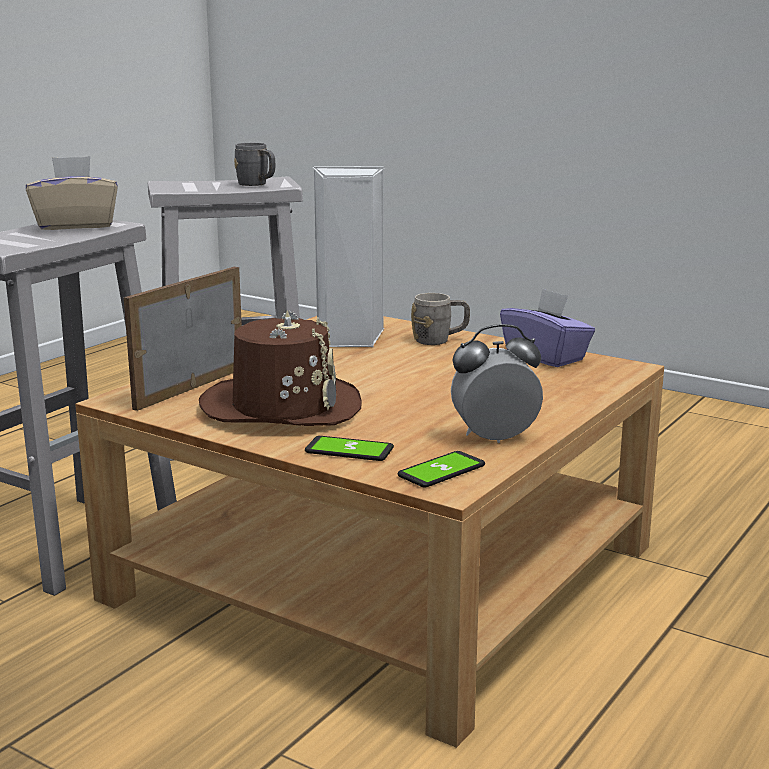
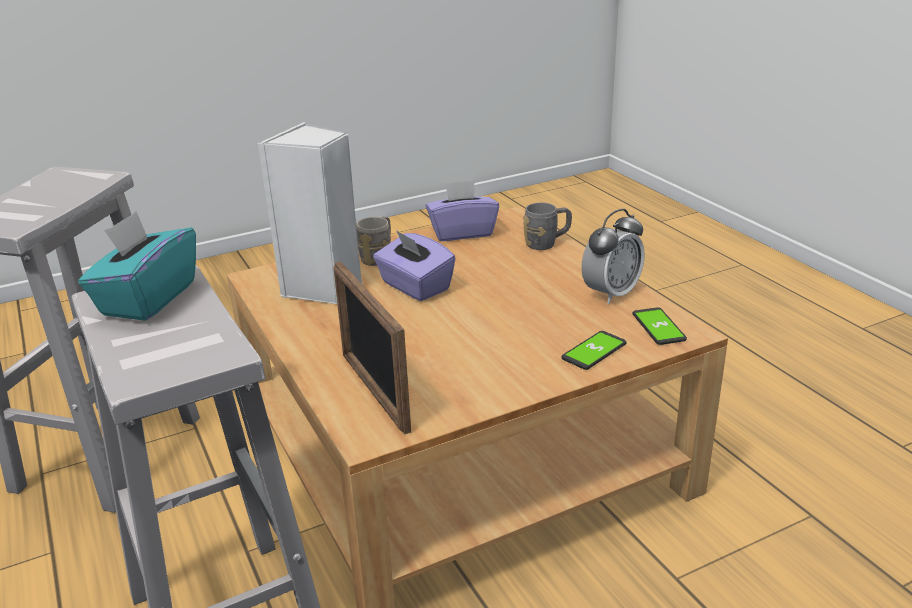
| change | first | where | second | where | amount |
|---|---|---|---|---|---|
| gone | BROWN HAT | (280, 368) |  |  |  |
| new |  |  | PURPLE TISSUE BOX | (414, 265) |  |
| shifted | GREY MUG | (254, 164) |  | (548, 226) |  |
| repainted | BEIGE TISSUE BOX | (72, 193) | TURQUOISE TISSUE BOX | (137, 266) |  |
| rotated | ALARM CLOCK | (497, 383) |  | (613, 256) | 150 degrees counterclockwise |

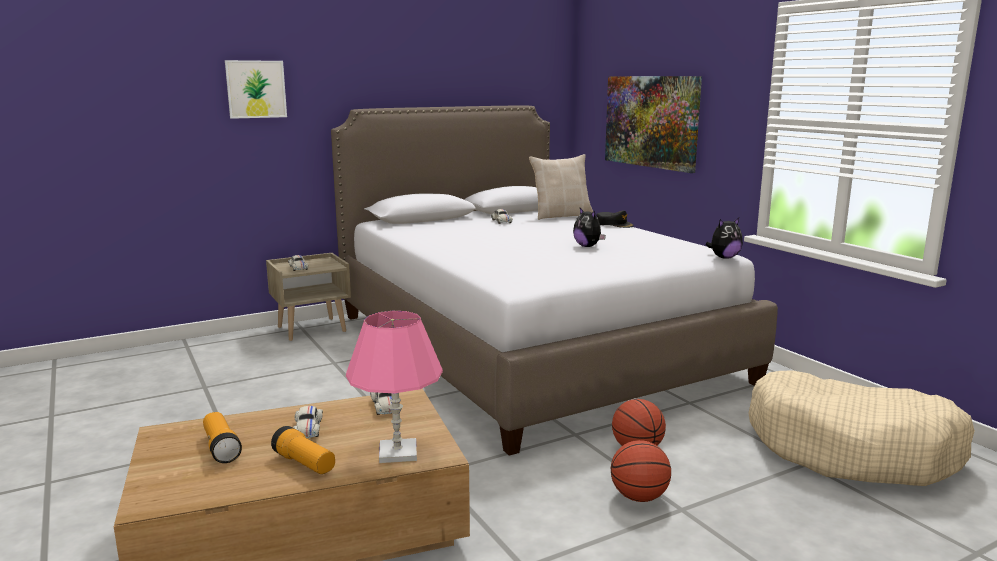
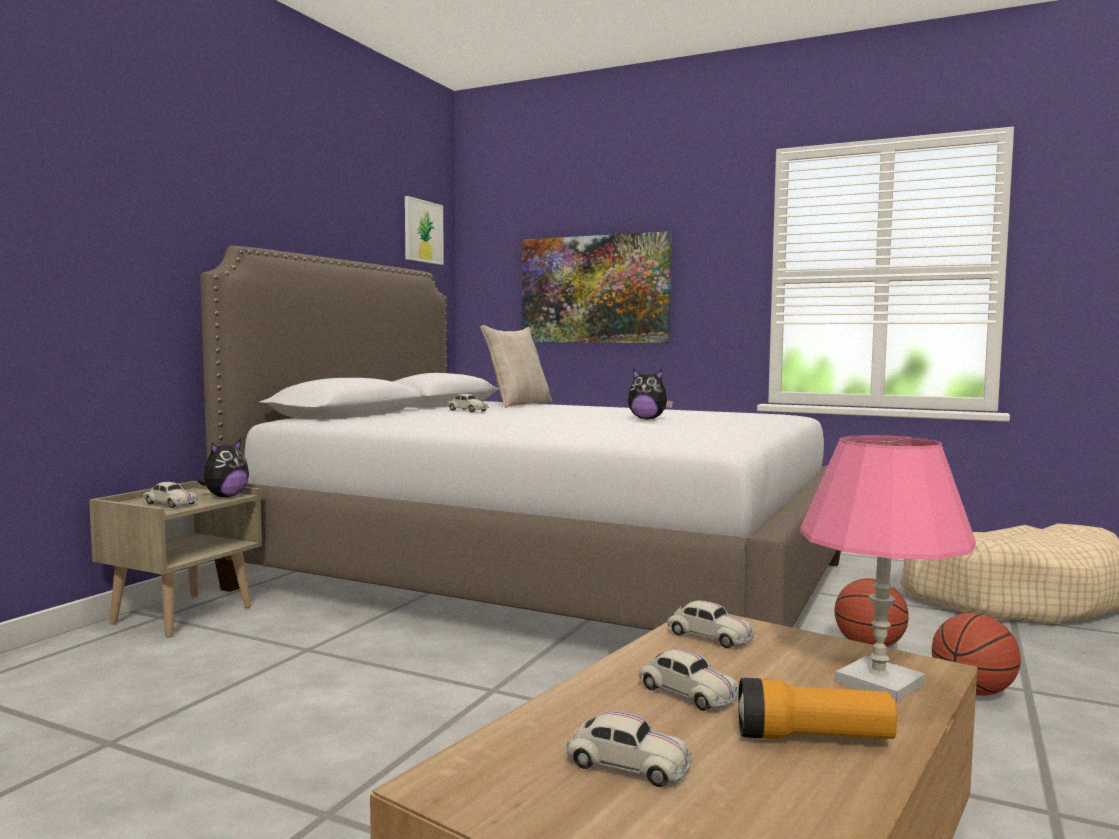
| change | first | where | second | where | amount |
|---|---|---|---|---|---|
| gone | BLACK CAP | (615, 219) |  |  |  |
| shifted | PICTURE | (256, 89) |  | (424, 230) |  |
| shifted | PLUSH TOY | (724, 238) |  | (223, 468) |  |
| swapped | FLASHLIGHT | (222, 437) | WHITE TOY CAR | (629, 749) |  |

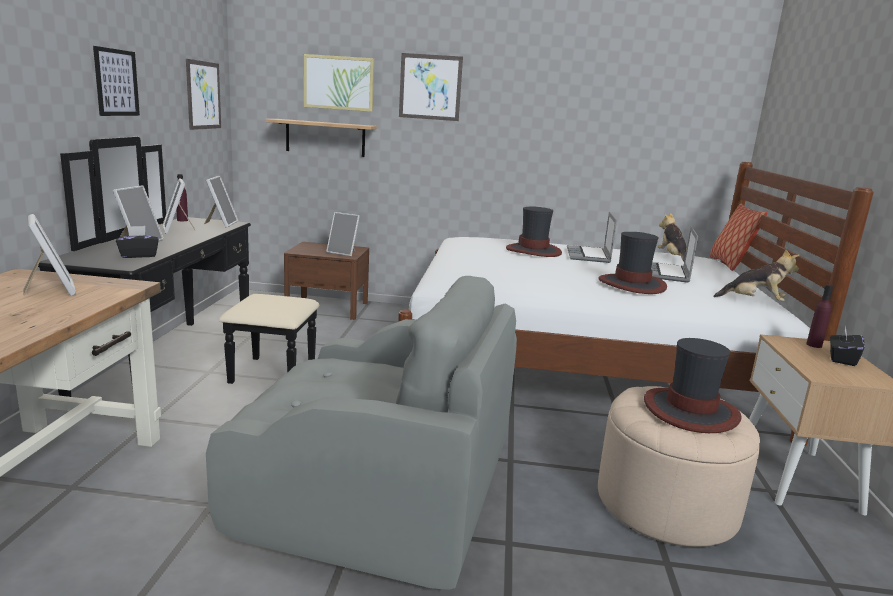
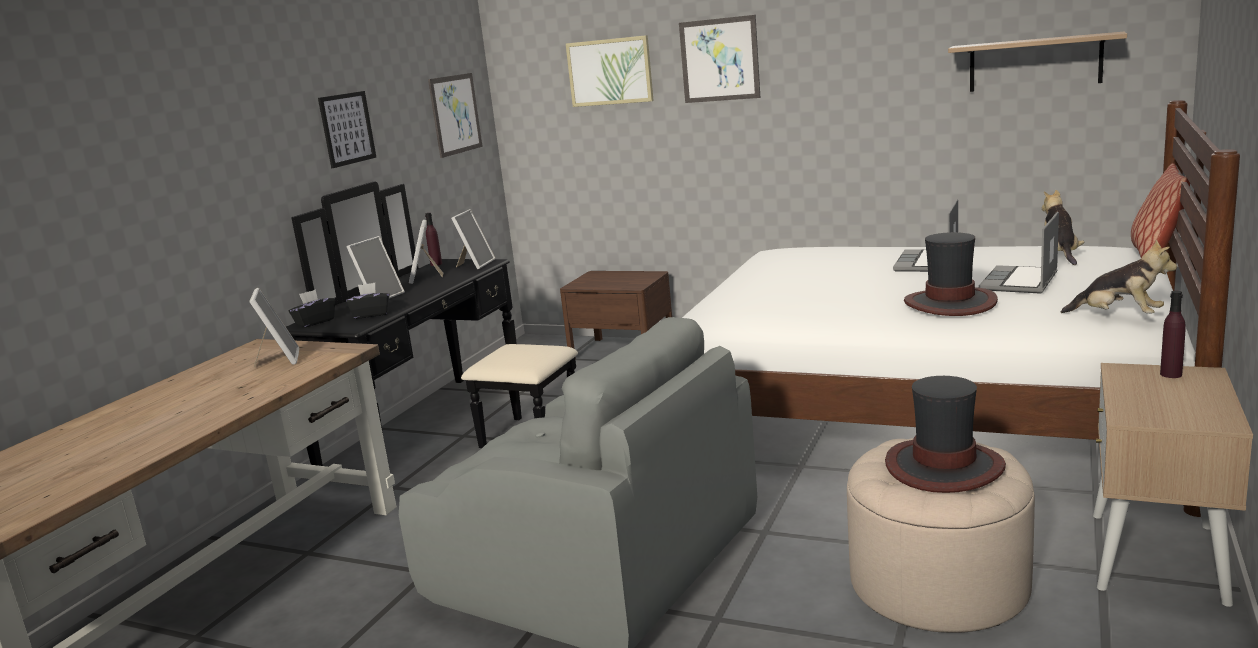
| change | first | where | second | where | amount |
|---|---|---|---|---|---|
| gone | PICTURE FRAME | (343, 234) |  |  |  |
| gone | HAT | (534, 231) |  |  |  |
| shifted | SHELF | (321, 138) |  | (1037, 62) |  |
| shifted | BLACK TISSUE BOX | (847, 345) |  | (312, 308) |  |

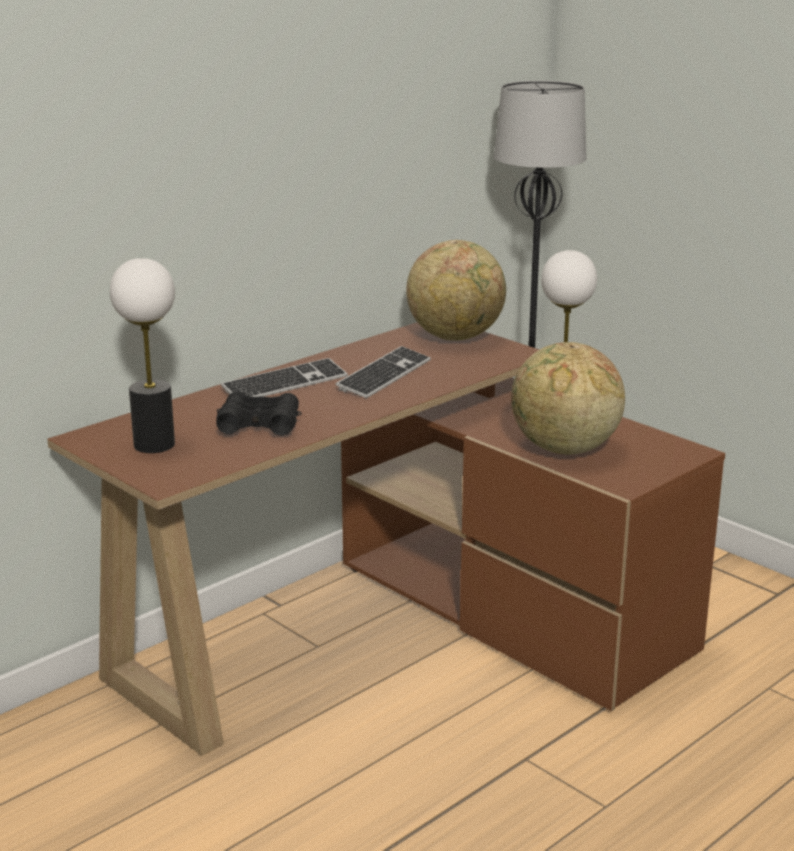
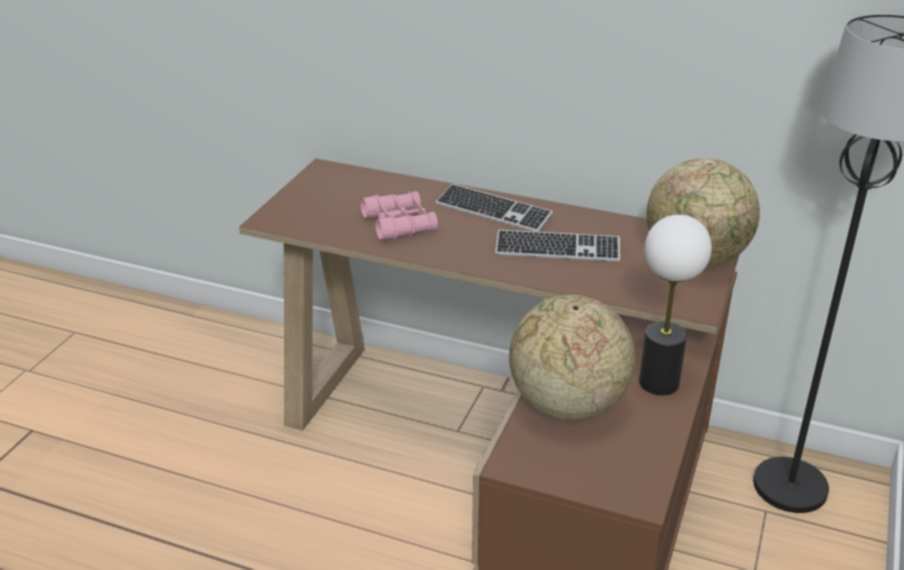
| change | first | where | second | where | amount |
|---|---|---|---|---|---|
| gone | TABLE LAMP | (142, 355) |  |  |  |
| repainted | BLACK BINOCULARS | (259, 413) | PINK BINOCULARS | (399, 215) |  |

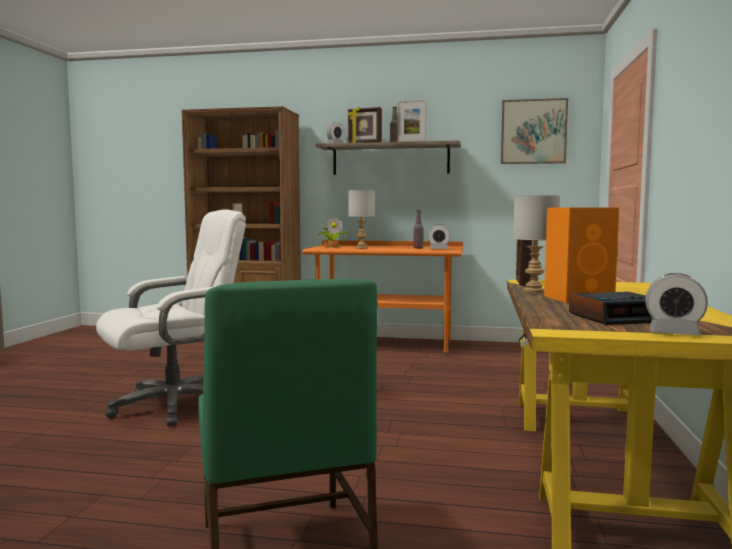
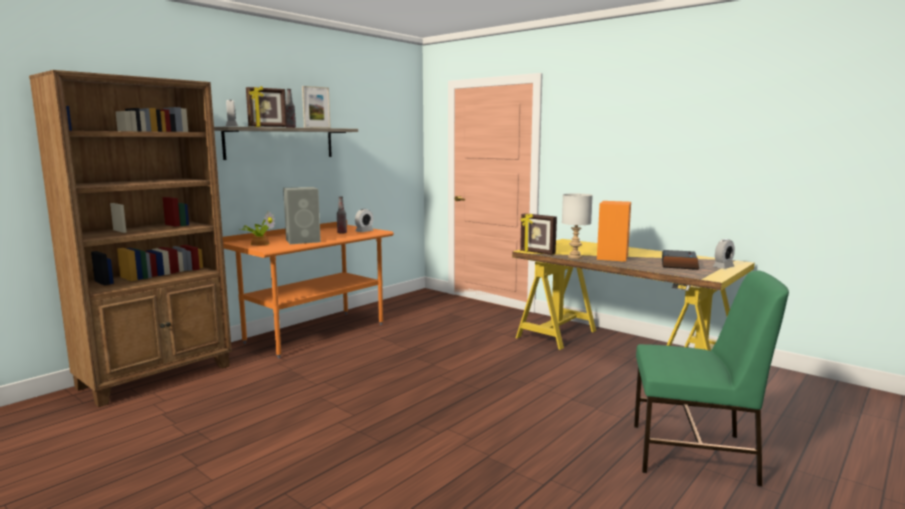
| change | first | where | second | where | amount |
|---|---|---|---|---|---|
| gone | WHITE OFFICE CHAIR | (171, 317) |  |  |  |
| gone | PICTURE | (534, 131) |  |  |  |
| swapped | GREY TABLE LAMP | (361, 219) | GREY SPEAKER | (302, 215) |  |

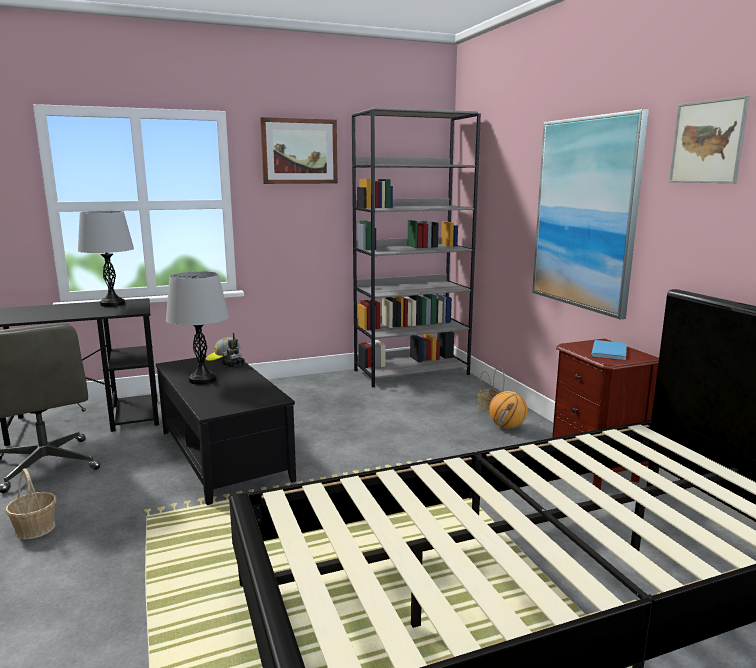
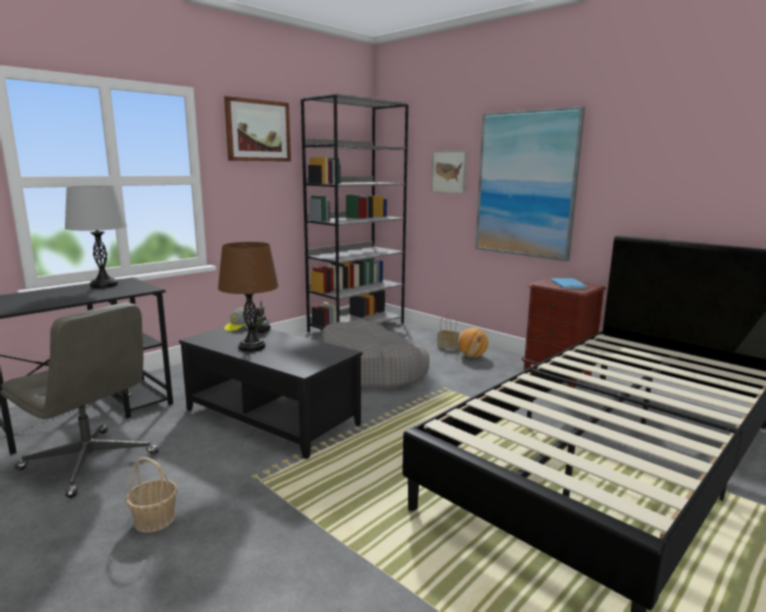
| change | first | where | second | where | amount |
|---|---|---|---|---|---|
| new |  |  | GREY DOG BED | (376, 353) |  |
| shifted | PICTURE | (709, 139) |  | (449, 172) |  |
| repainted | GREY TABLE LAMP | (197, 328) | BROWN TABLE LAMP | (248, 297) |  |

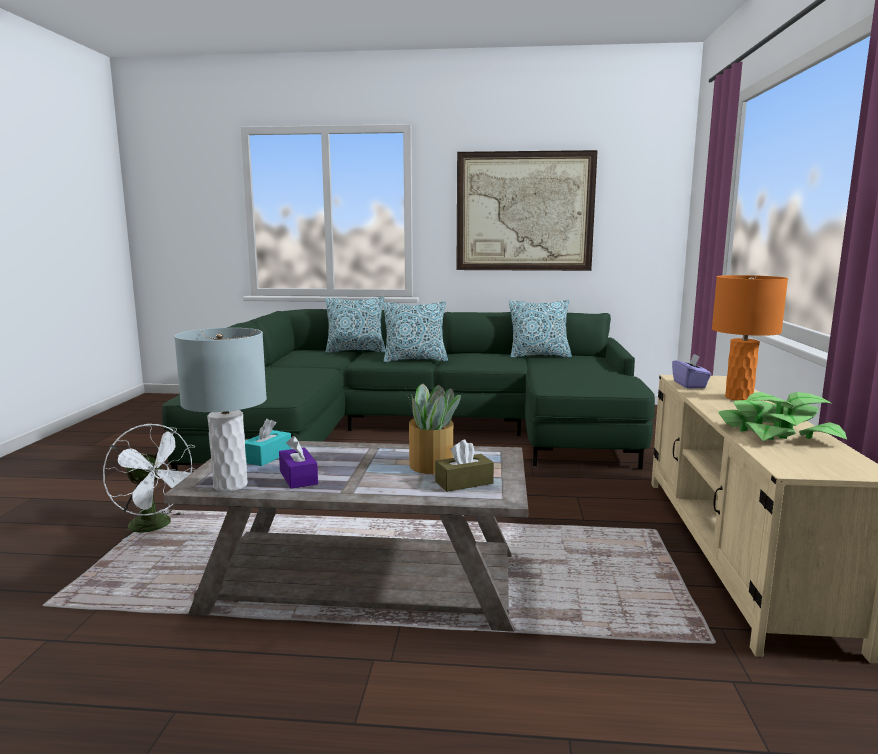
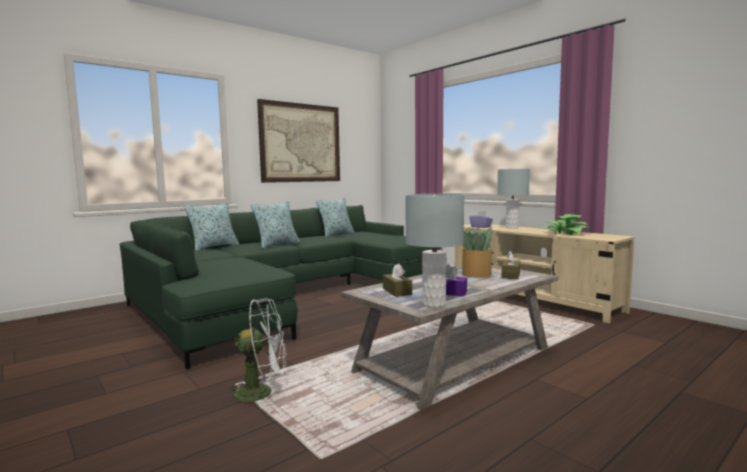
| change | first | where | second | where | amount |
|---|---|---|---|---|---|
| repainted | TURQUOISE TISSUE BOX | (268, 442) | BROWN TISSUE BOX | (397, 280) |  |
| repainted | ORANGE TABLE LAMP | (750, 338) | GREY TABLE LAMP | (513, 199) |  |

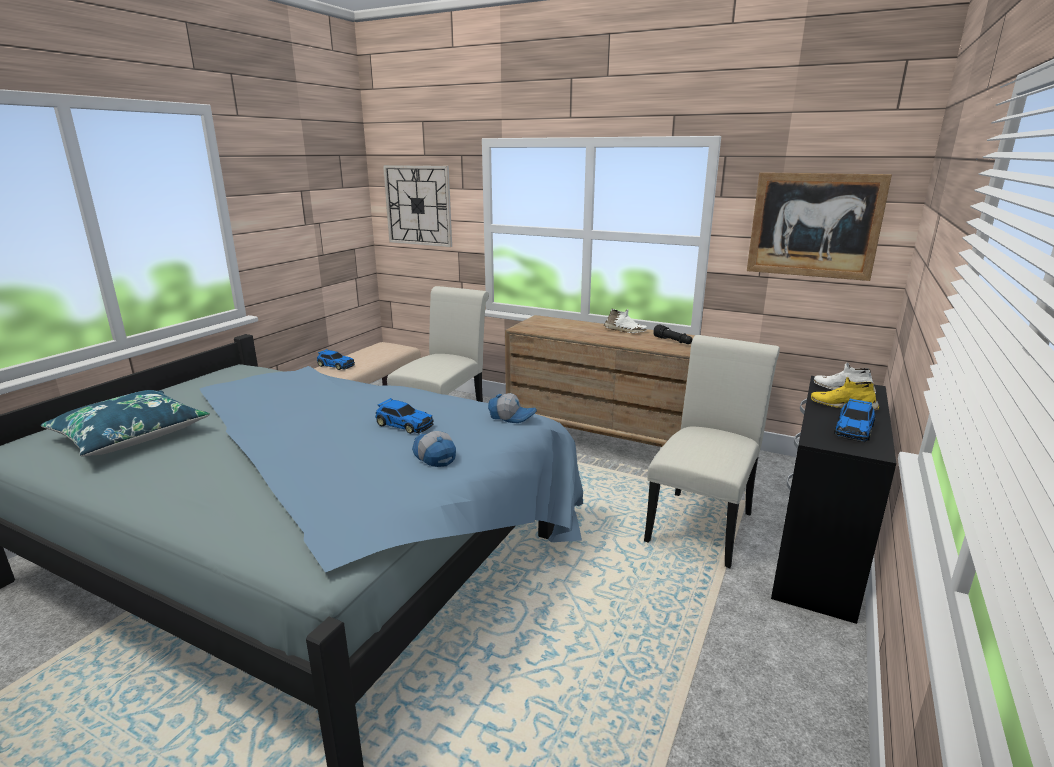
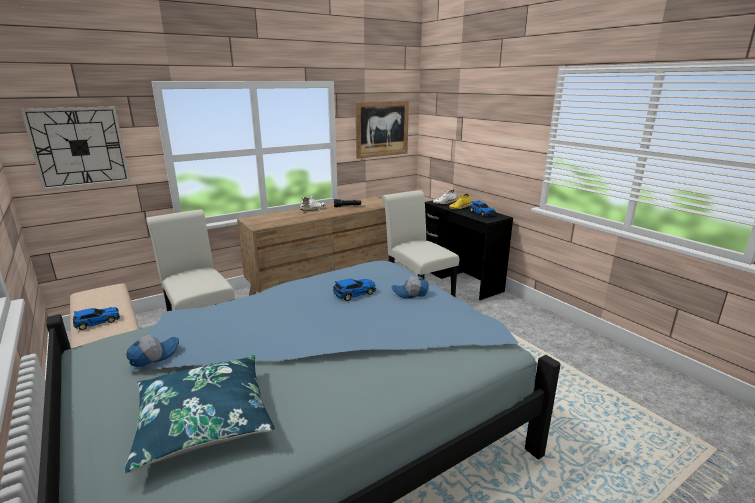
| change | first | where | second | where | amount |
|---|---|---|---|---|---|
| shifted | CAP | (512, 408) |  | (152, 351) |  |

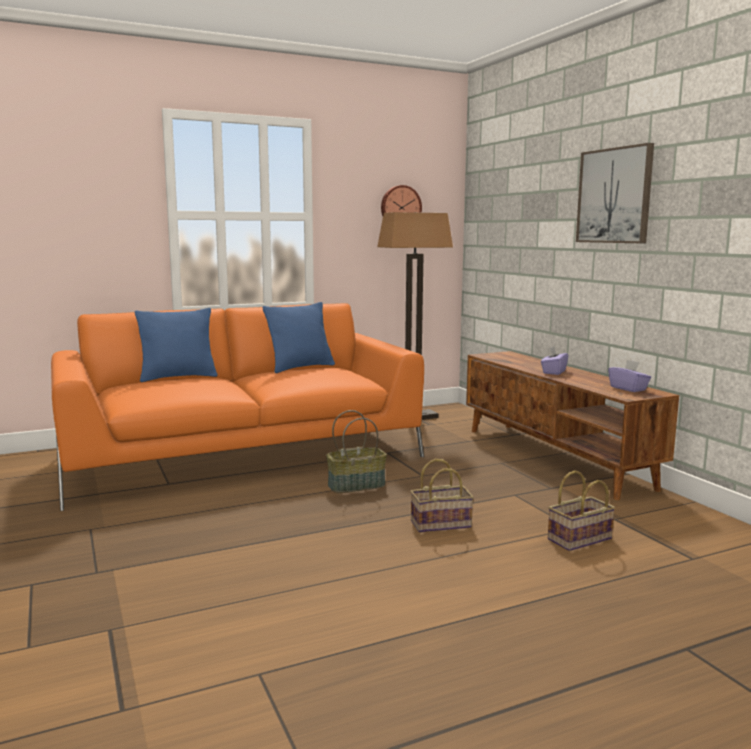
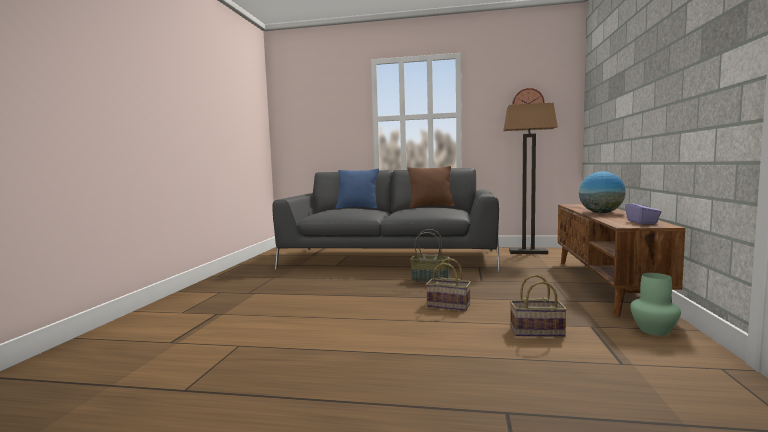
| change | first | where | second | where | amount |
|---|---|---|---|---|---|
| gone | PICTURE | (615, 193) |  |  |  |
| new |  |  | GREEN VASE | (655, 304) |  |
| swapped | PURPLE TISSUE BOX | (555, 361) | GLOBE | (602, 192) |  |
| repainted | ORANGE SOFA | (237, 407) | GREY SOFA | (386, 220) |  |
| repainted | BLUE PILLOW | (299, 337) | BROWN PILLOW | (431, 187) |  |

